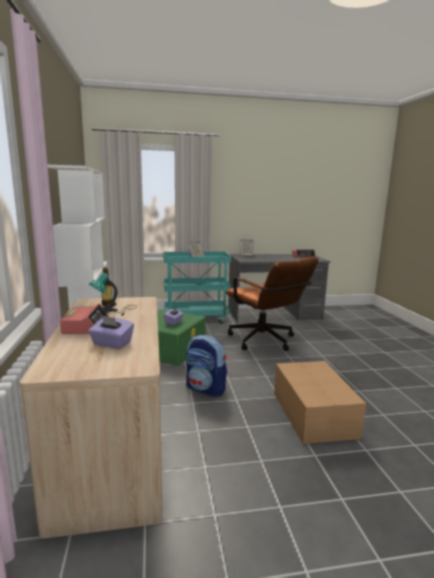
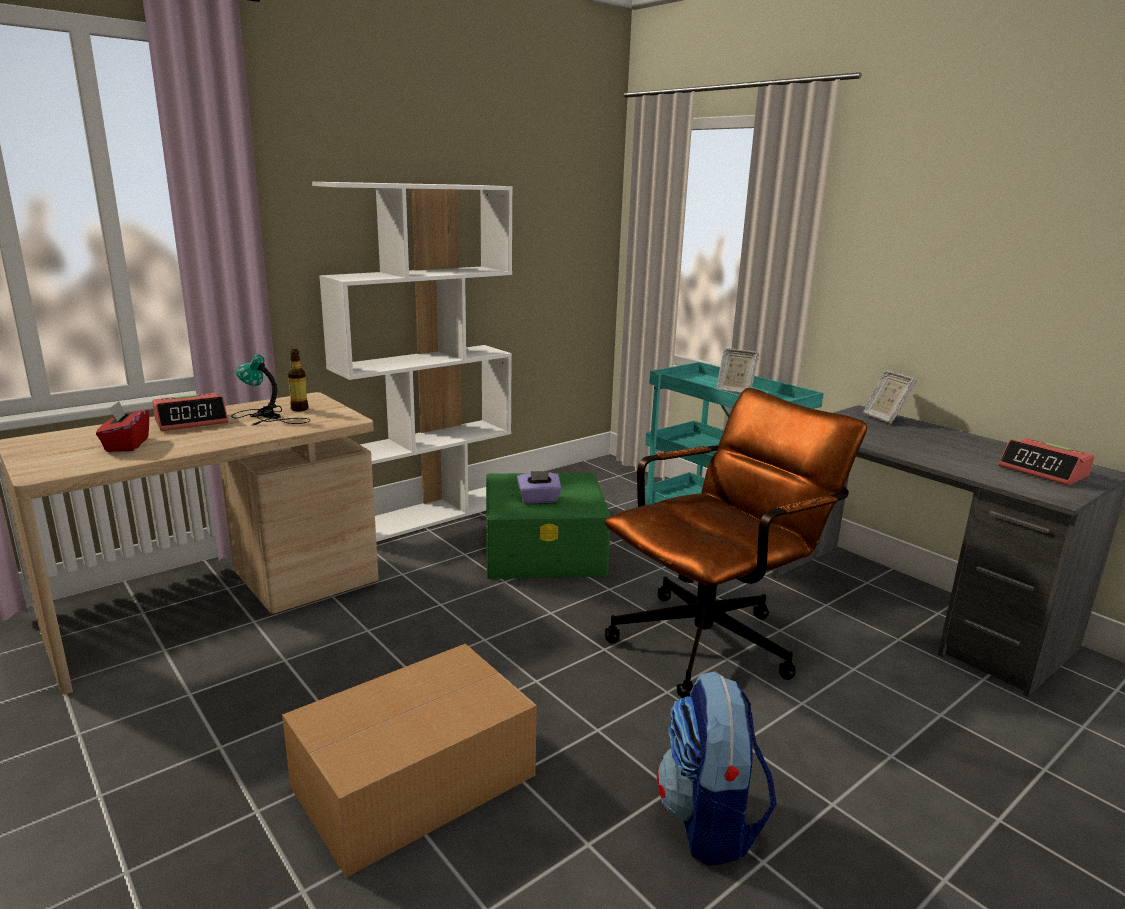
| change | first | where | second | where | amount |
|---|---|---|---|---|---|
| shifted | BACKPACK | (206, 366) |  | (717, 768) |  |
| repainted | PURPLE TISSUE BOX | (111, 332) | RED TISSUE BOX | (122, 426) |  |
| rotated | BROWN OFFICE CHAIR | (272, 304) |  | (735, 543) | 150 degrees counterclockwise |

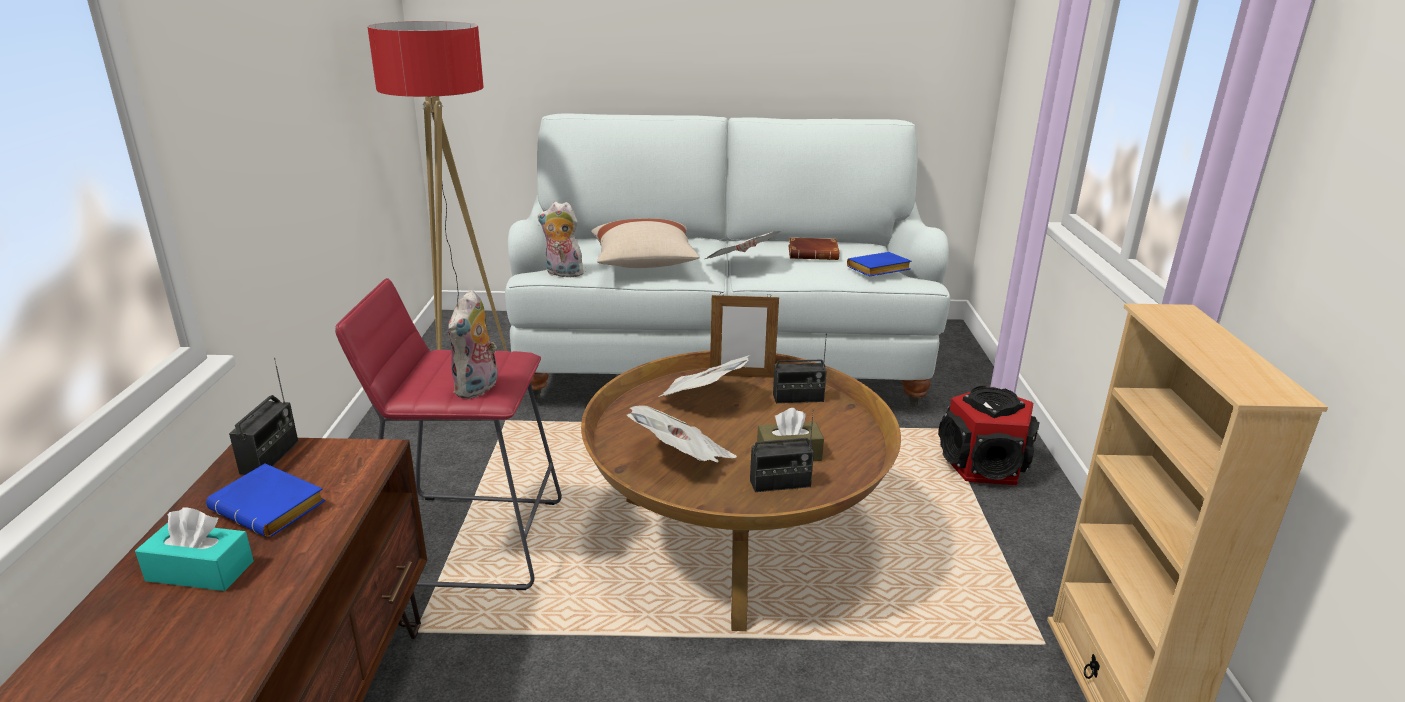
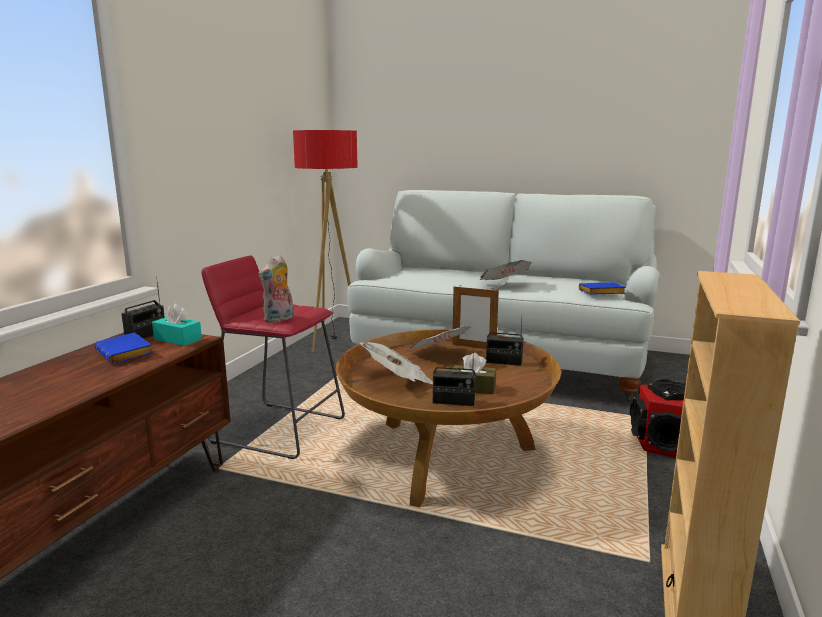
| change | first | where | second | where | amount |
|---|---|---|---|---|---|
| gone | PLUSH TOY | (561, 239) |  |  |  |
| gone | BEIGE PILLOW | (645, 243) |  |  |  |
| gone | BROWN BOOK | (813, 248) |  |  |  |
| shifted | TURQUOISE TISSUE BOX | (194, 549) |  | (177, 325) |  |

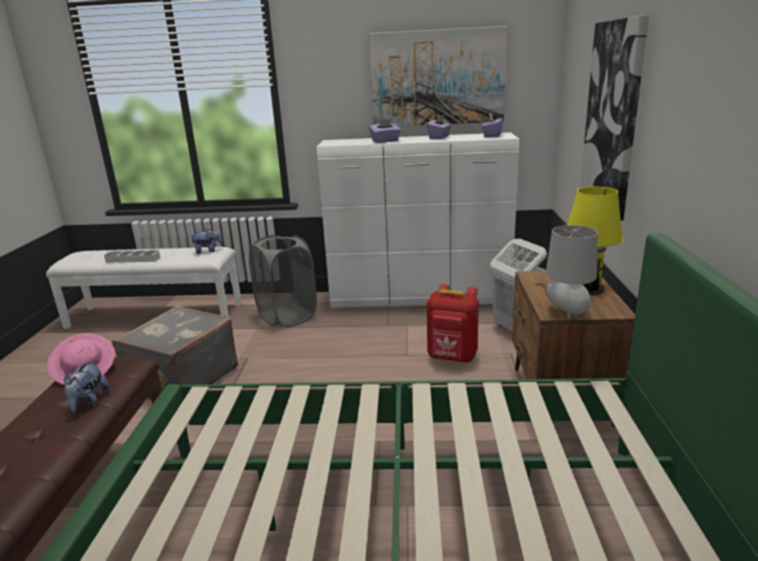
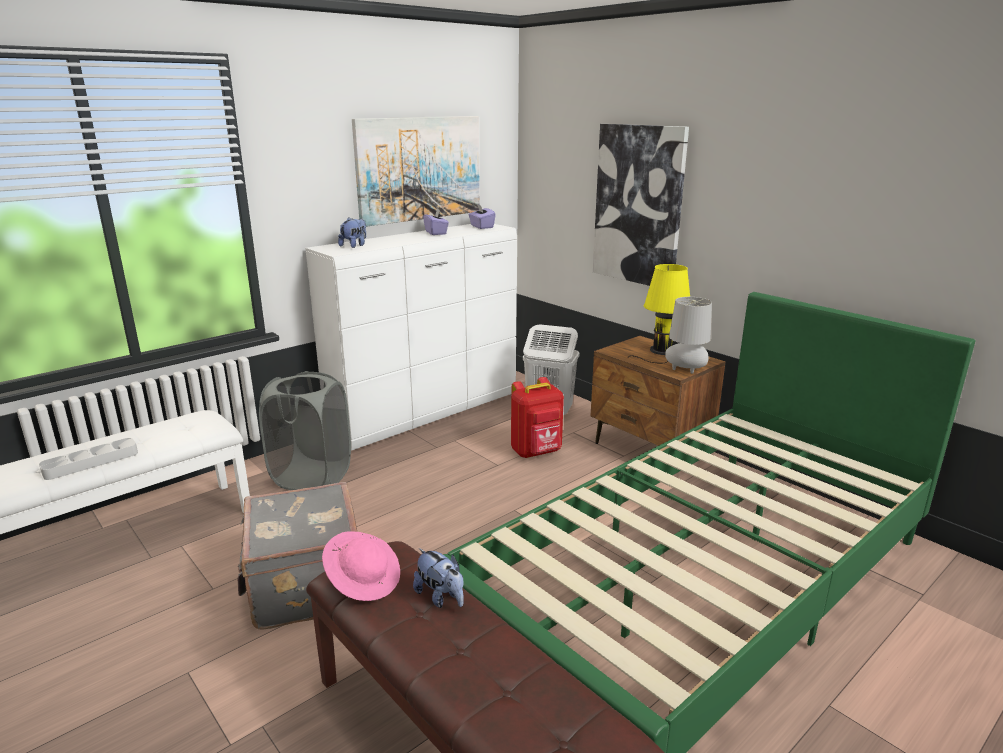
| change | first | where | second | where | amount |
|---|---|---|---|---|---|
| gone | PURPLE TISSUE BOX | (385, 131) |  |  |  |
| shifted | PLUSH TOY | (206, 241) |  | (352, 232) |  |

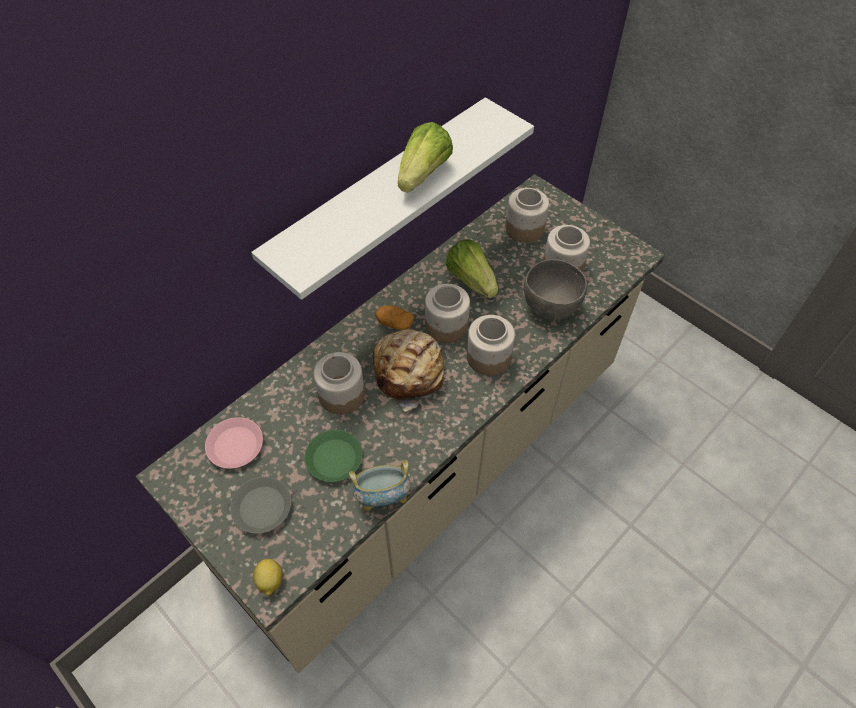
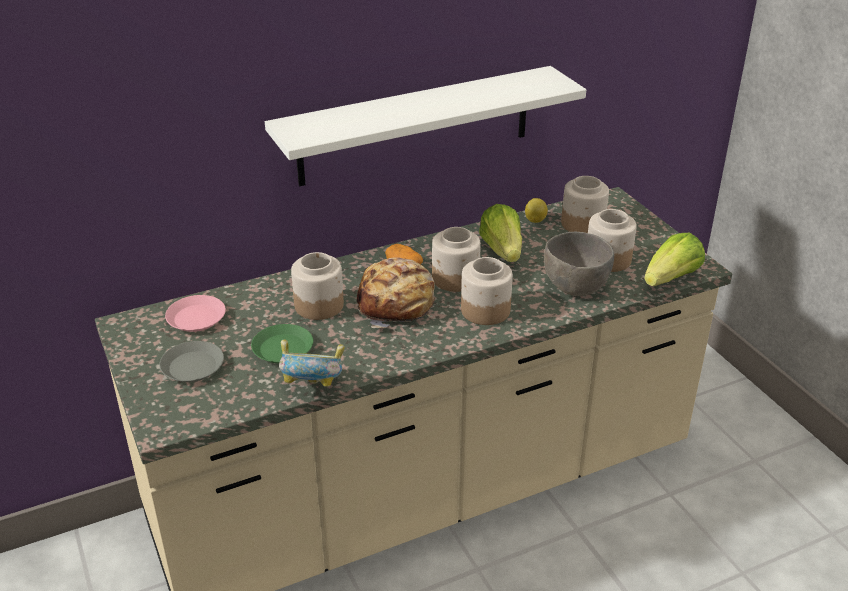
| change | first | where | second | where | amount |
|---|---|---|---|---|---|
| shifted | LEMON | (268, 577) |  | (536, 210) |  |
| shifted | LETTUCE | (425, 157) |  | (674, 259) |  |

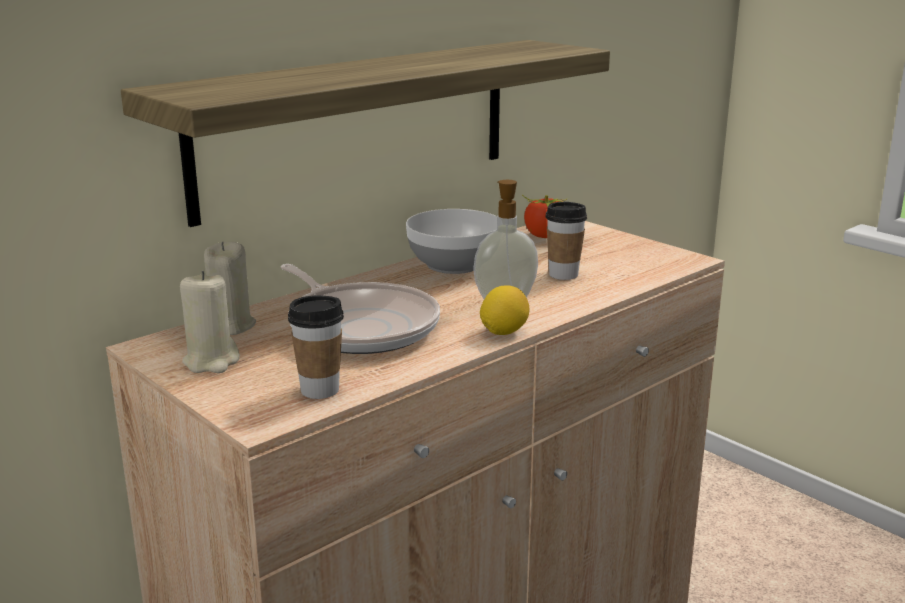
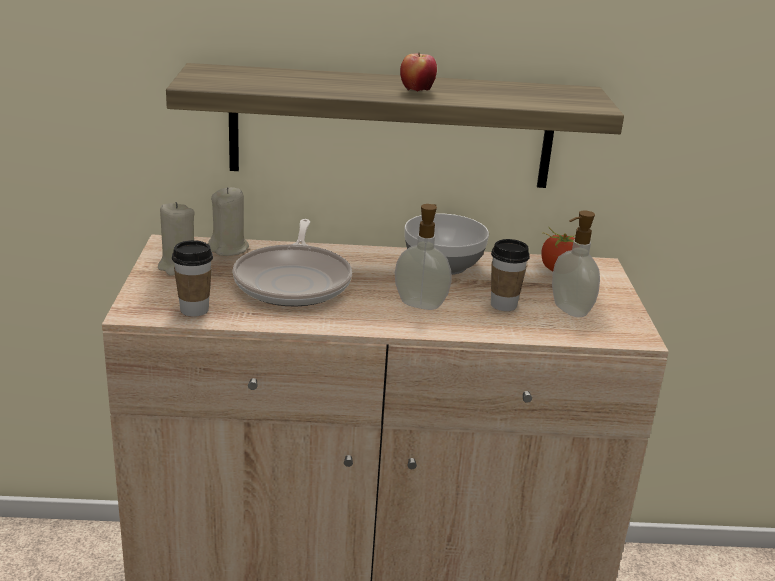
| change | first | where | second | where | amount |
|---|---|---|---|---|---|
| gone | LEMON | (504, 310) |  |  |  |
| new |  |  | APPLE | (418, 72) |  |
| new |  |  | SOAP DISPENSER | (576, 263) |  |

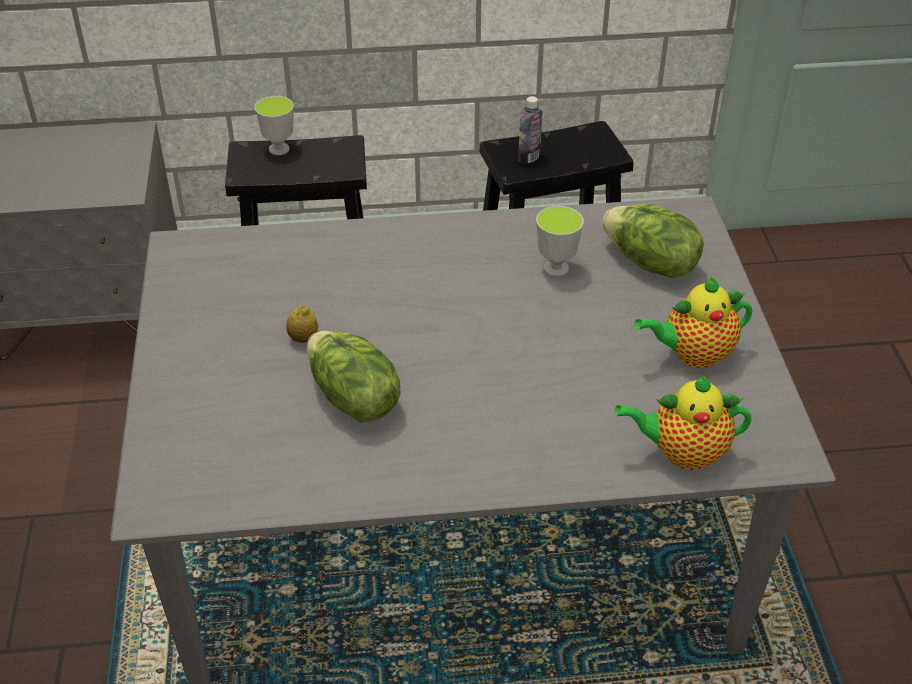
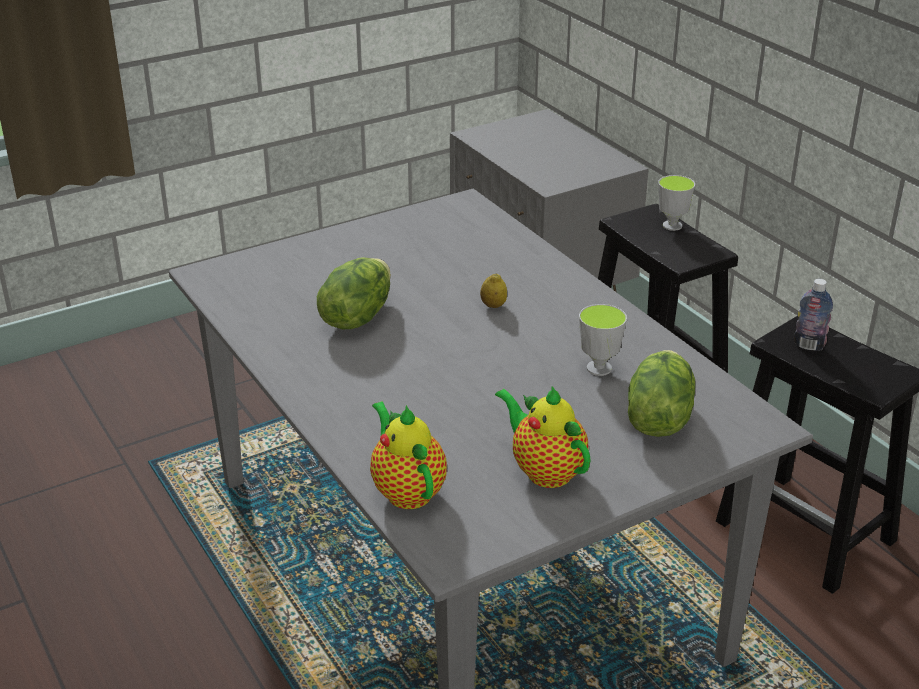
| change | first | where | second | where | amount |
|---|---|---|---|---|---|
| shifted | LEMON | (302, 324) |  | (493, 290) |  |

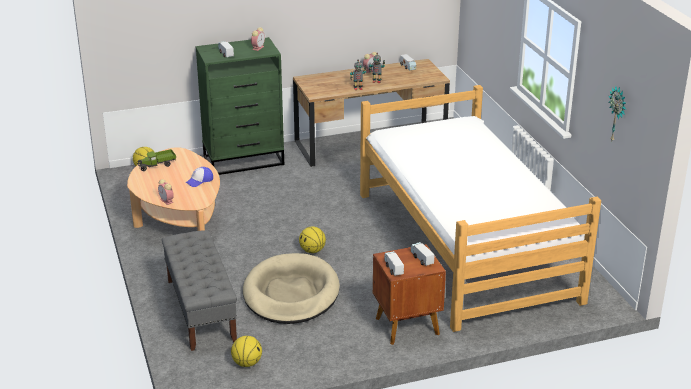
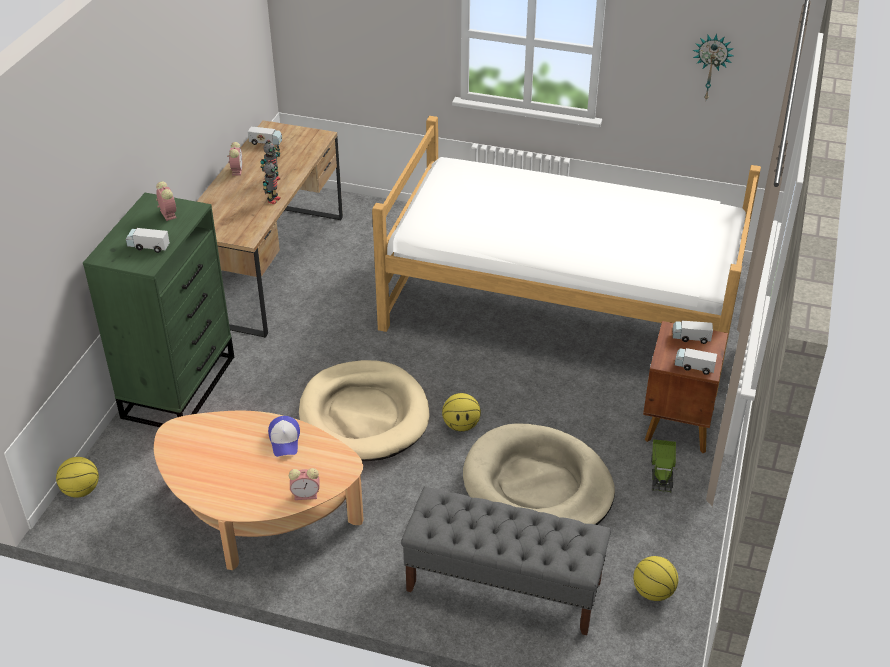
| change | first | where | second | where | amount |
|---|---|---|---|---|---|
| new |  |  | BEIGE DOG BED | (364, 410) |  |
| shifted | TOY TRUCK | (156, 160) |  | (663, 465) |  |

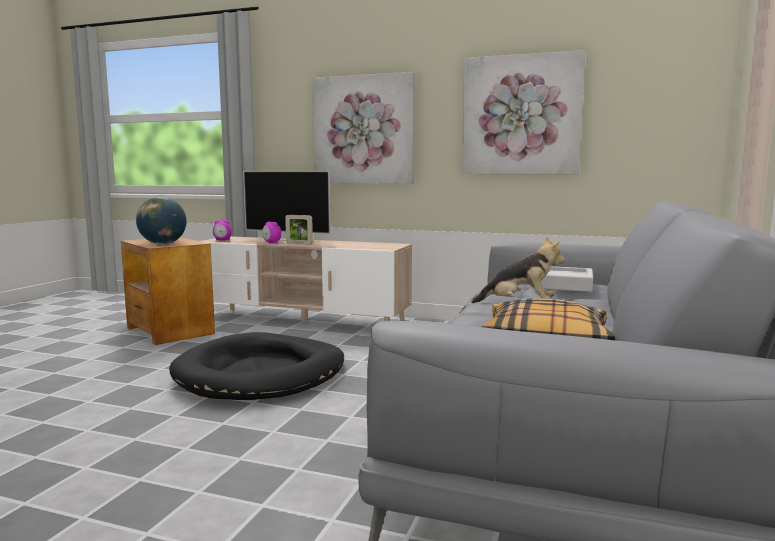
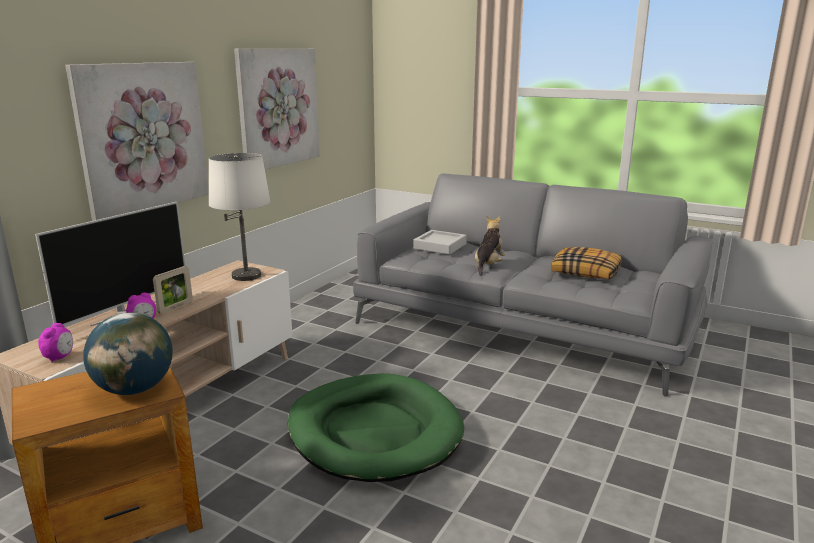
| change | first | where | second | where | amount |
|---|---|---|---|---|---|
| new |  |  | WHITE TABLE LAMP | (240, 217) |  |
| repainted | BLACK DOG BED | (256, 366) | GREEN DOG BED | (375, 427) |  |

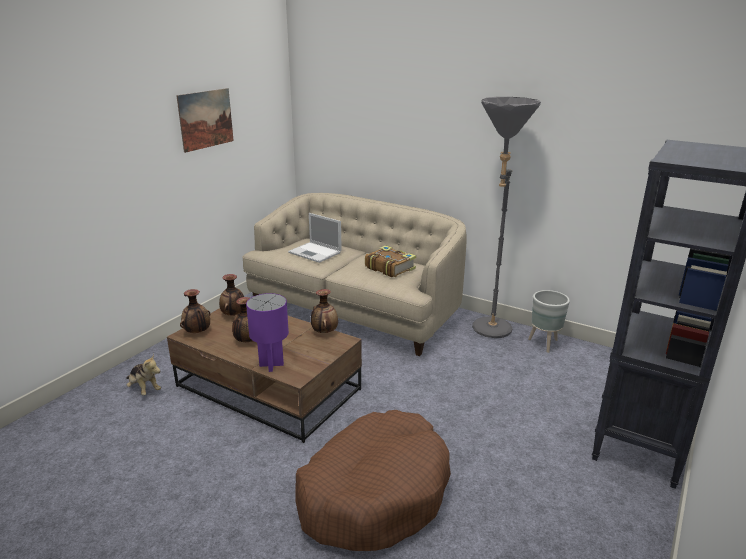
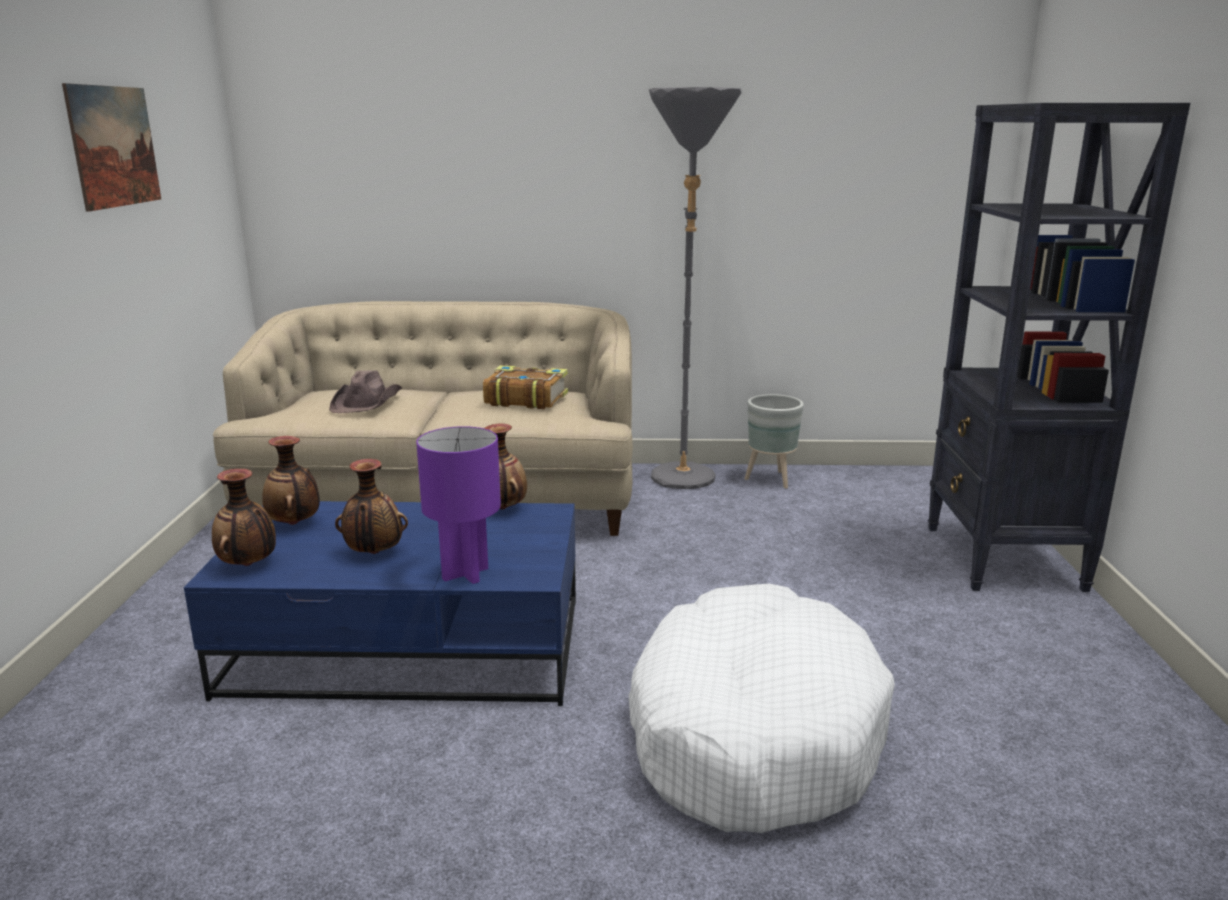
| change | first | where | second | where | amount |
|---|---|---|---|---|---|
| gone | PLUSH TOY | (143, 374) |  |  |  |
| swapped | LAPTOP | (315, 238) | BROWN HAT | (365, 391) |  |
| repainted | BROWN COFFEE TABLE | (264, 375) | BLUE COFFEE TABLE | (380, 603) |  |
| repainted | BROWN DOG BED | (373, 480) | WHITE DOG BED | (761, 708) |  |

